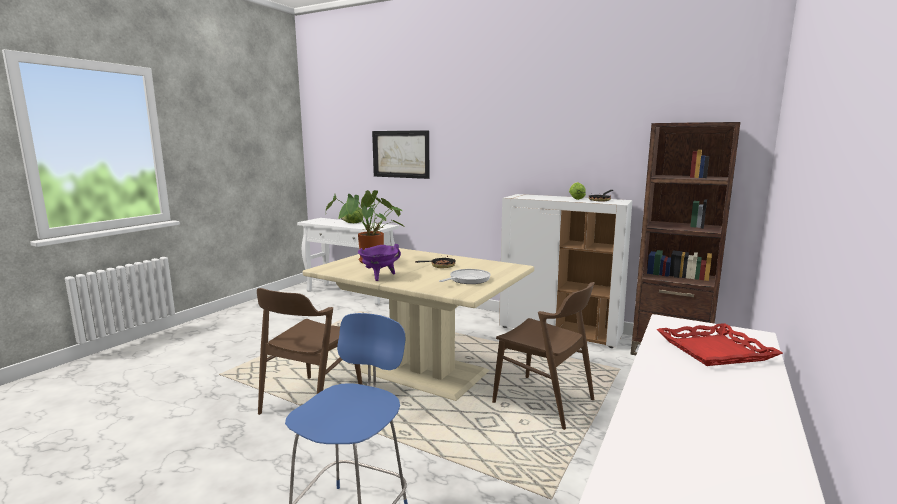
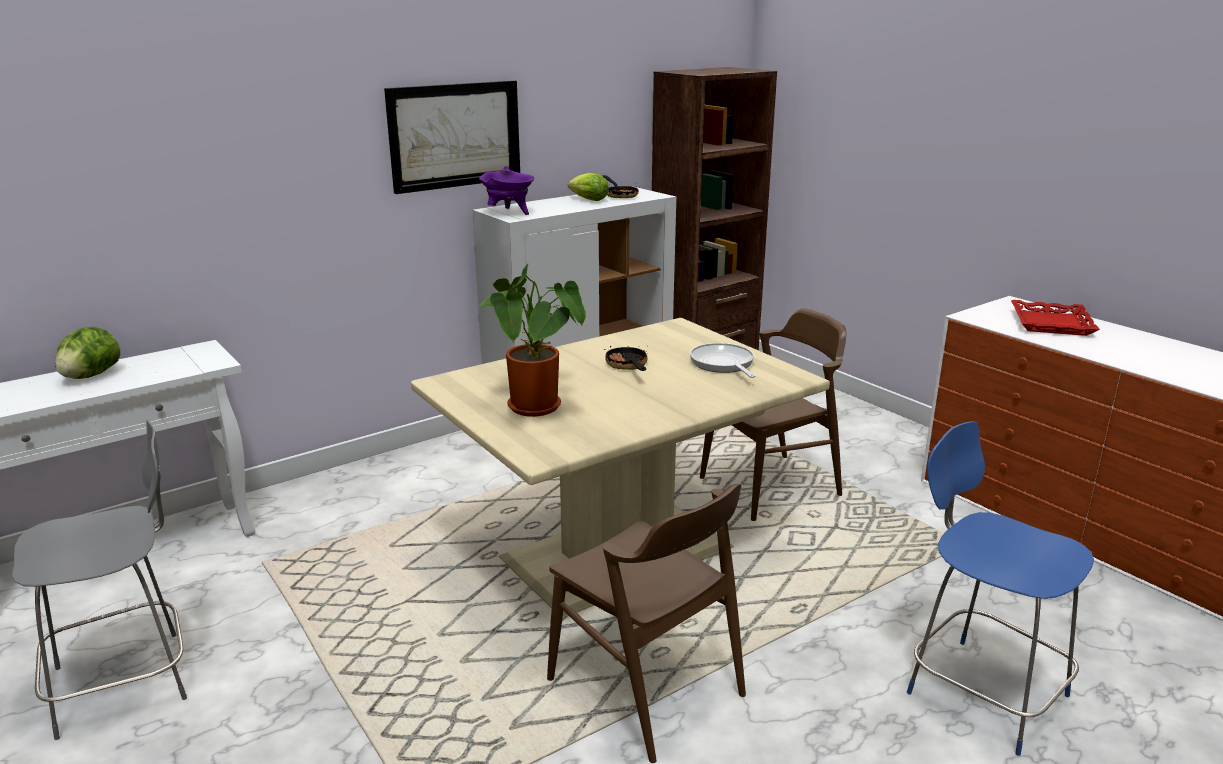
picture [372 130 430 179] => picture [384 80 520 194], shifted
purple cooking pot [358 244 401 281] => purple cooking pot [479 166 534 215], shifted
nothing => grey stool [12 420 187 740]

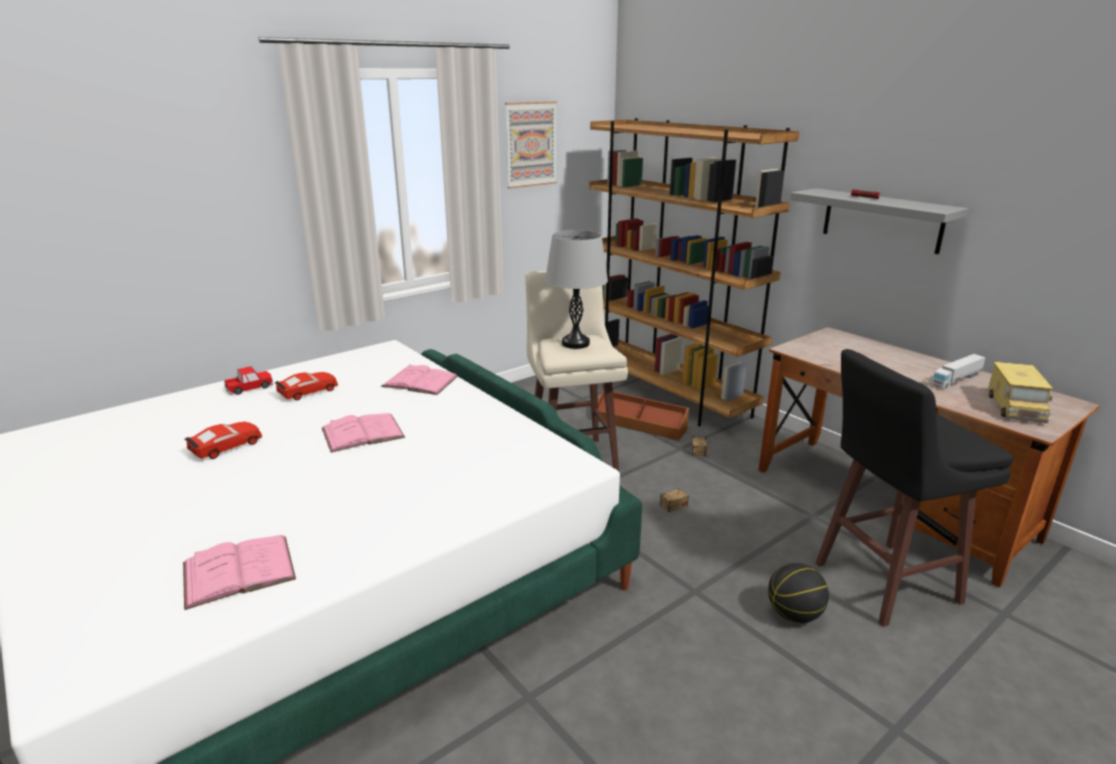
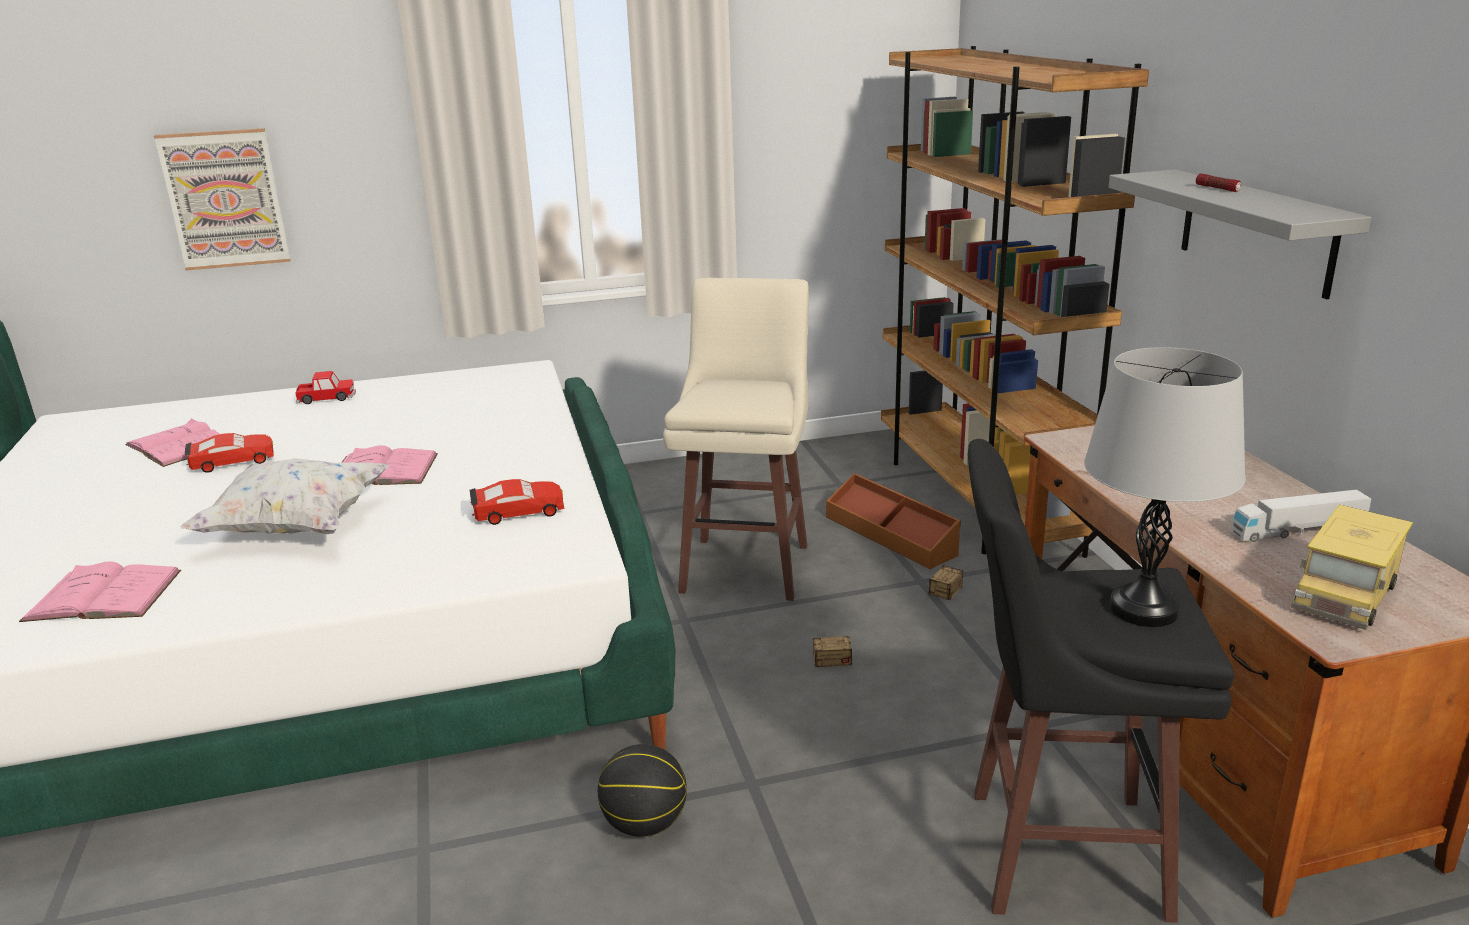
picture [505 101 557 189] => picture [154 128 290 271], shifted
grey table lamp [545 230 608 349] => grey table lamp [1084 347 1246 627], shifted
pink book [381 364 458 395] => pink book [125 418 219 467], shifted
red toy car [274 372 338 400] => red toy car [469 479 565 525], shifted
basketball [768 563 829 623] => basketball [598 744 687 837], shifted
nothing => white pillow [181 458 390 534]

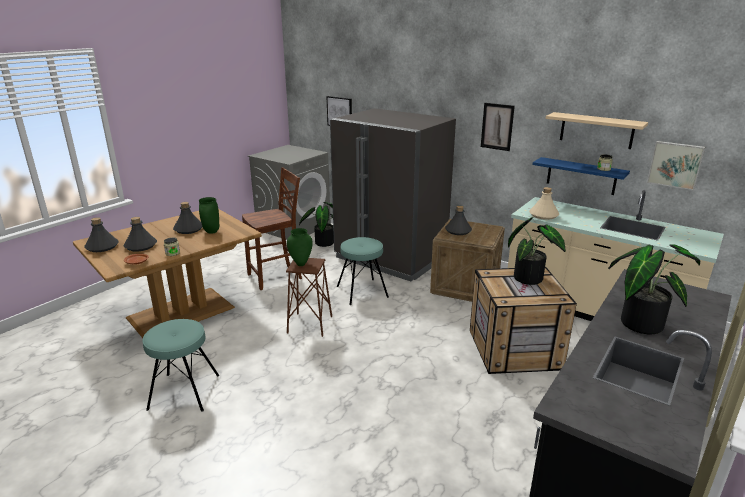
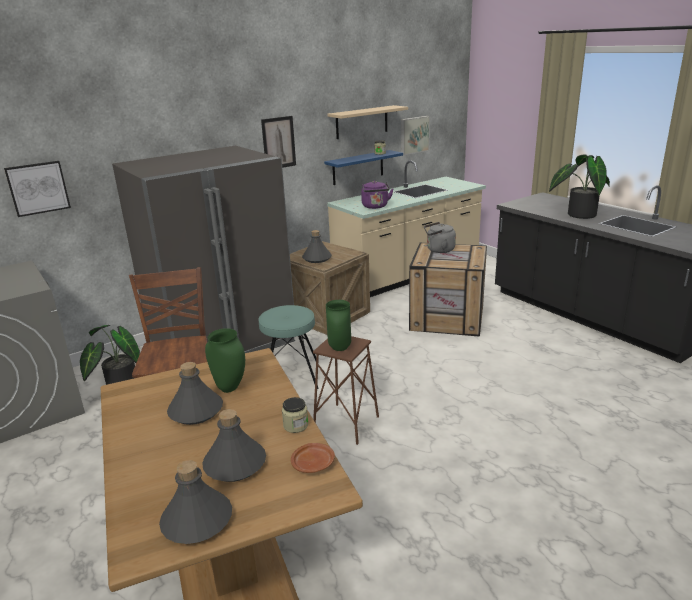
beige bottle [529 187 559 220] => purple kettle [361 181 393 209]
potted plant [508 217 566 285] => grey kettle [424 222 456 253]
turquoise stool [143 319 219 412] => nothing

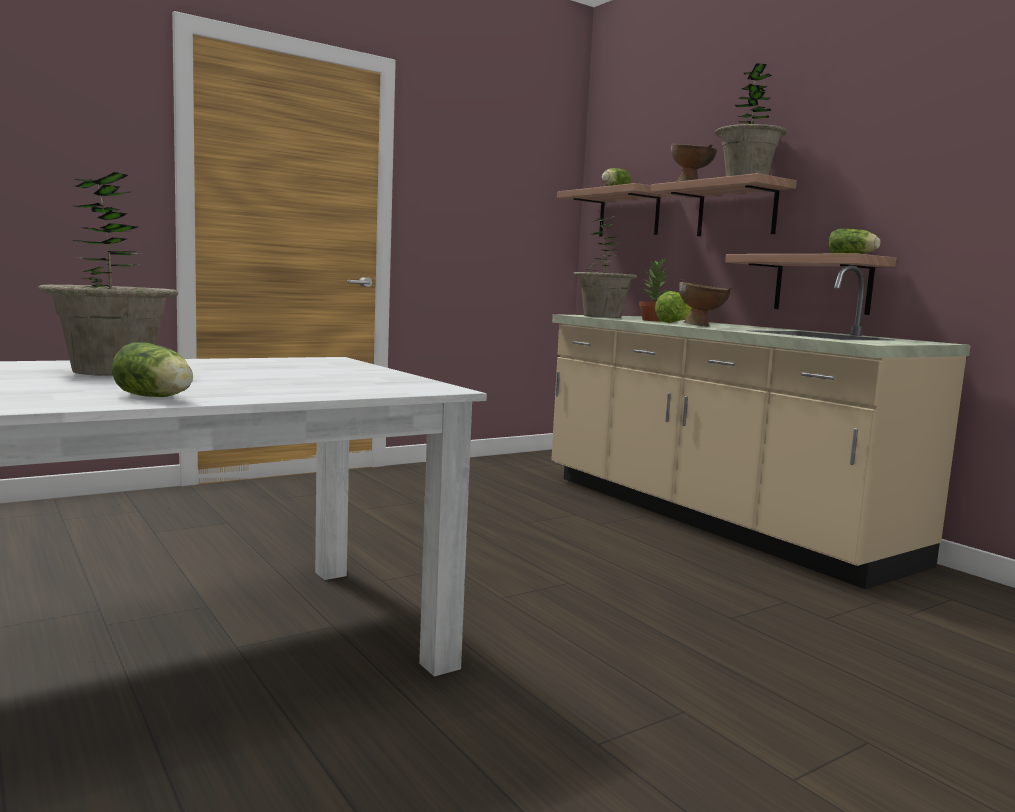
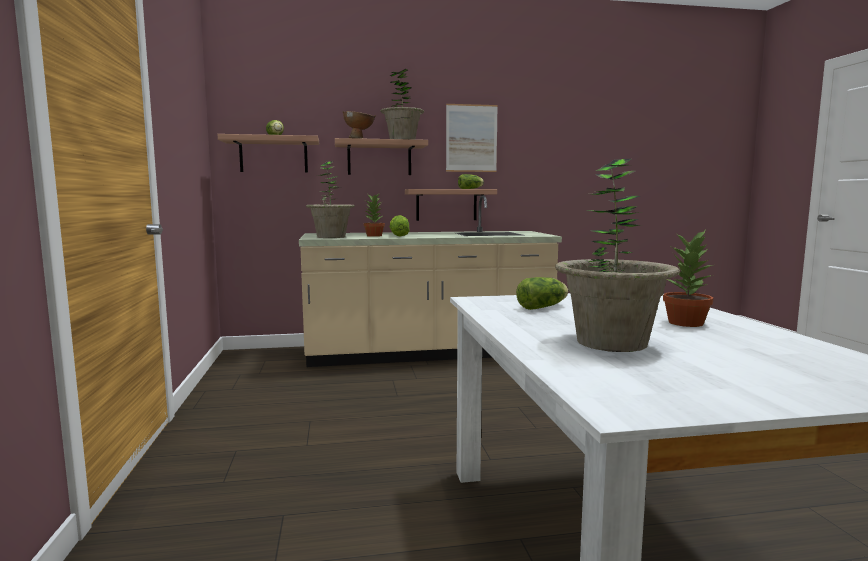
brown bowl [679 279 732 327] => nothing
lettuce [112 342 193 397] => lettuce [516 277 568 310], shifted
nothing => picture [446 104 498 172]
nothing => potted plant [663 230 713 327]

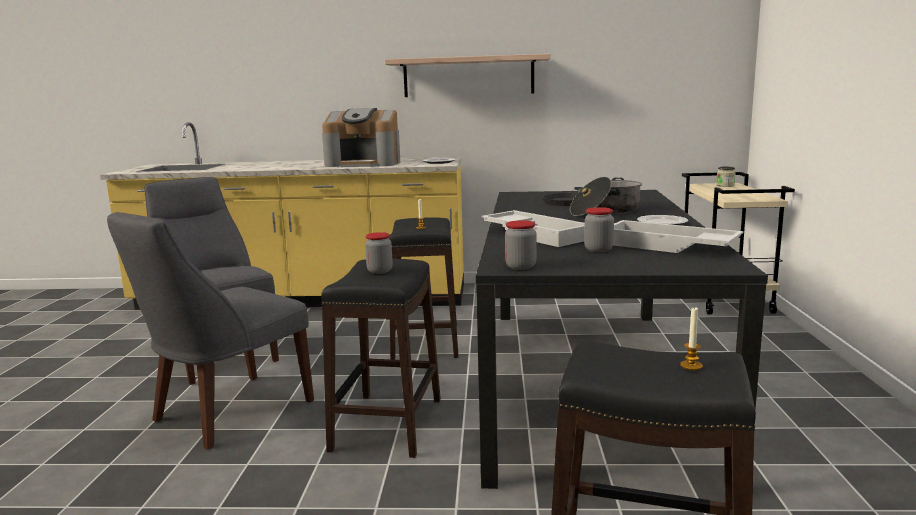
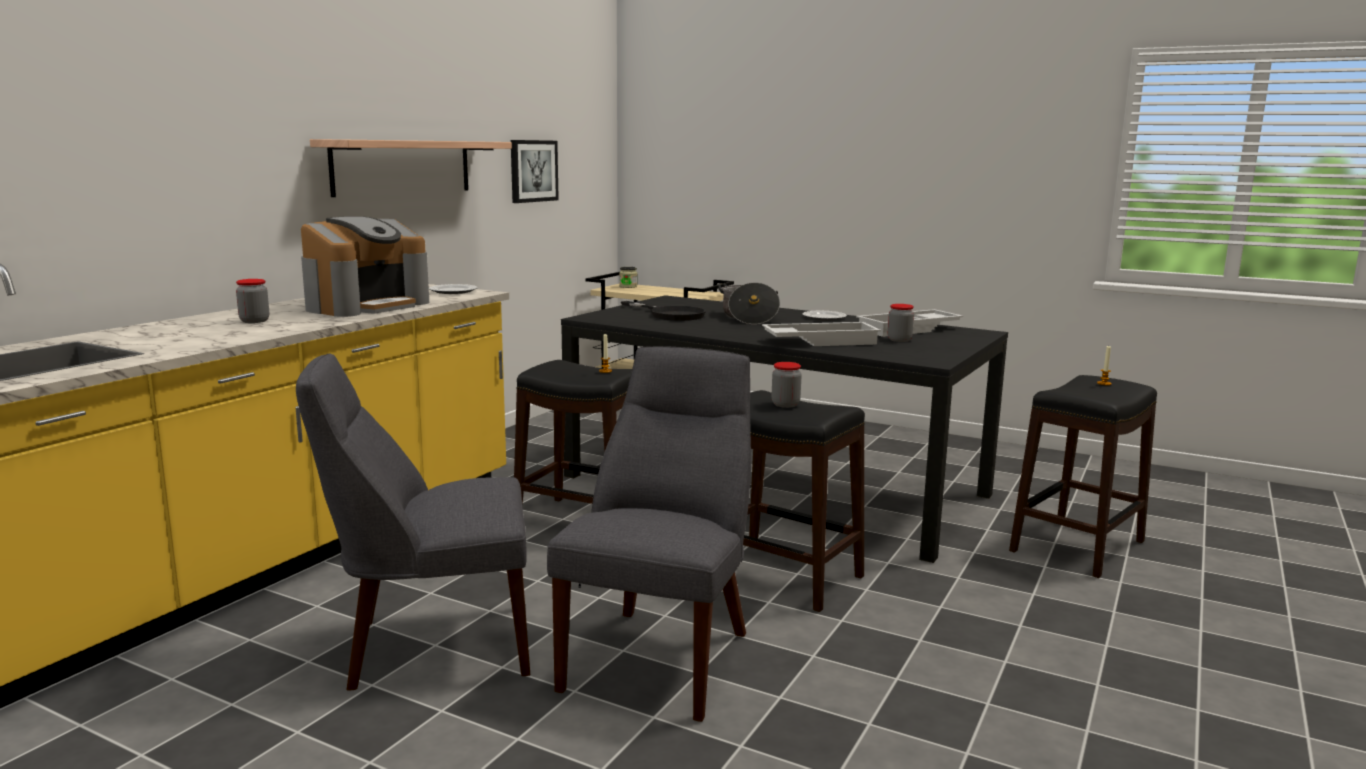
grey chair [107 212 314 450] => grey chair [547 346 751 722], 135 degrees counterclockwise
jar [505 220 537 270] => jar [236 279 269 323], shifted
nothing => picture [511 140 559 203]

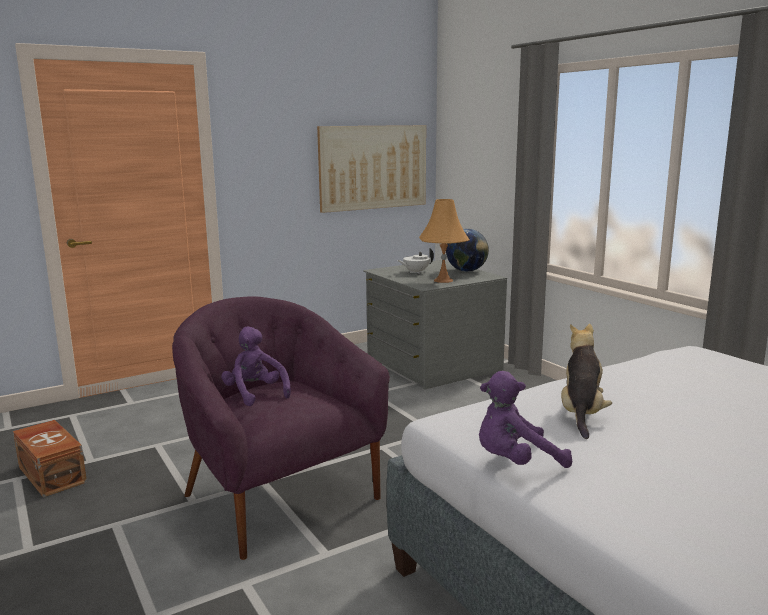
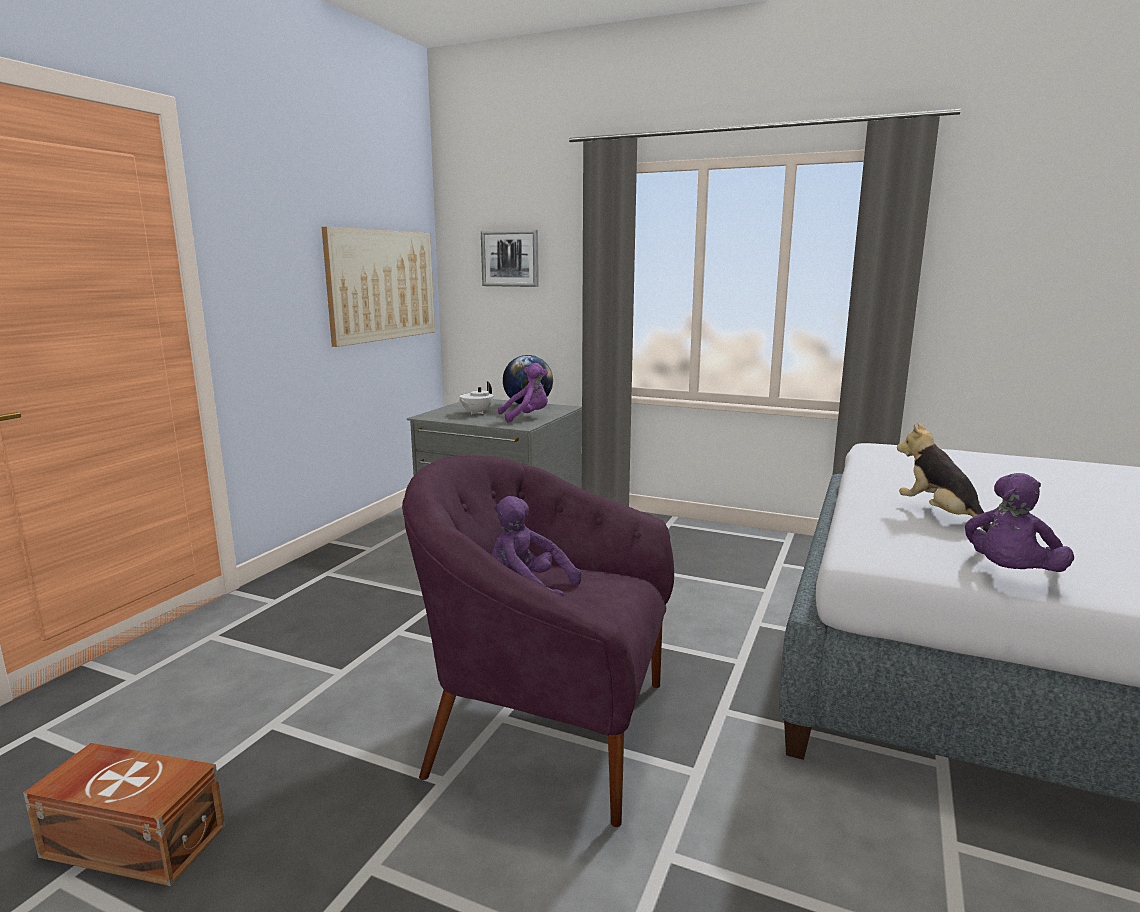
orange table lamp [419 199 469 283] => purple plush toy [498 363 548 423]
nothing => picture [481 230 539 287]

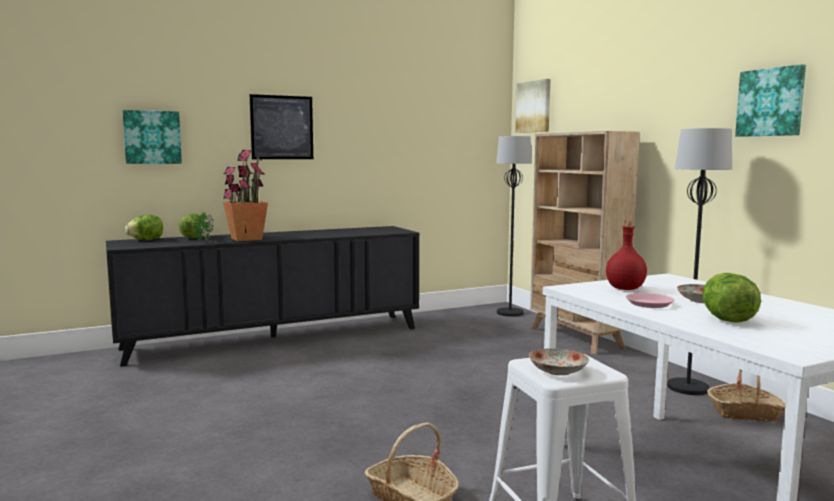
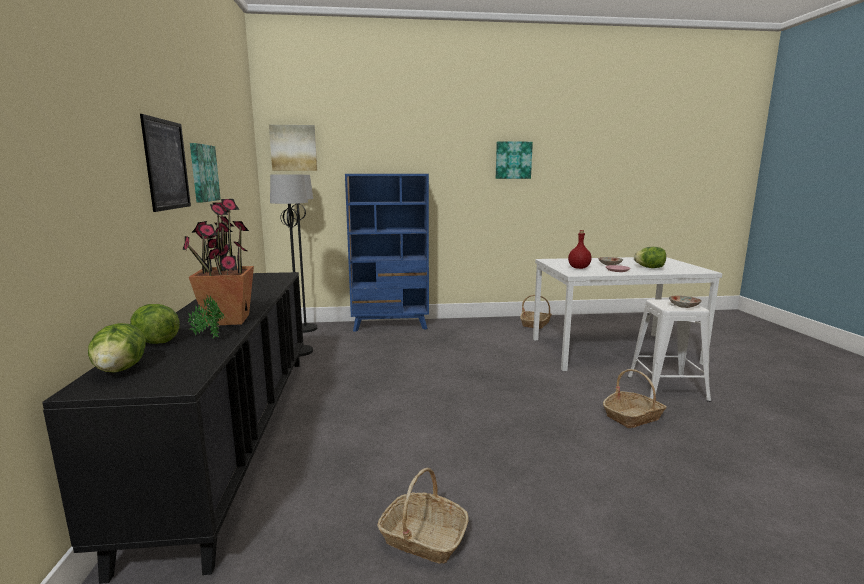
picture [123 110 182 164] => picture [190 143 221 203], shifted
black floor lamp [667 128 732 395] => black floor lamp [270 174 313 357], shifted
beige bookcase [530 131 640 354] => blue bookcase [345 174 429 332]
nothing => basket [377 468 469 564]

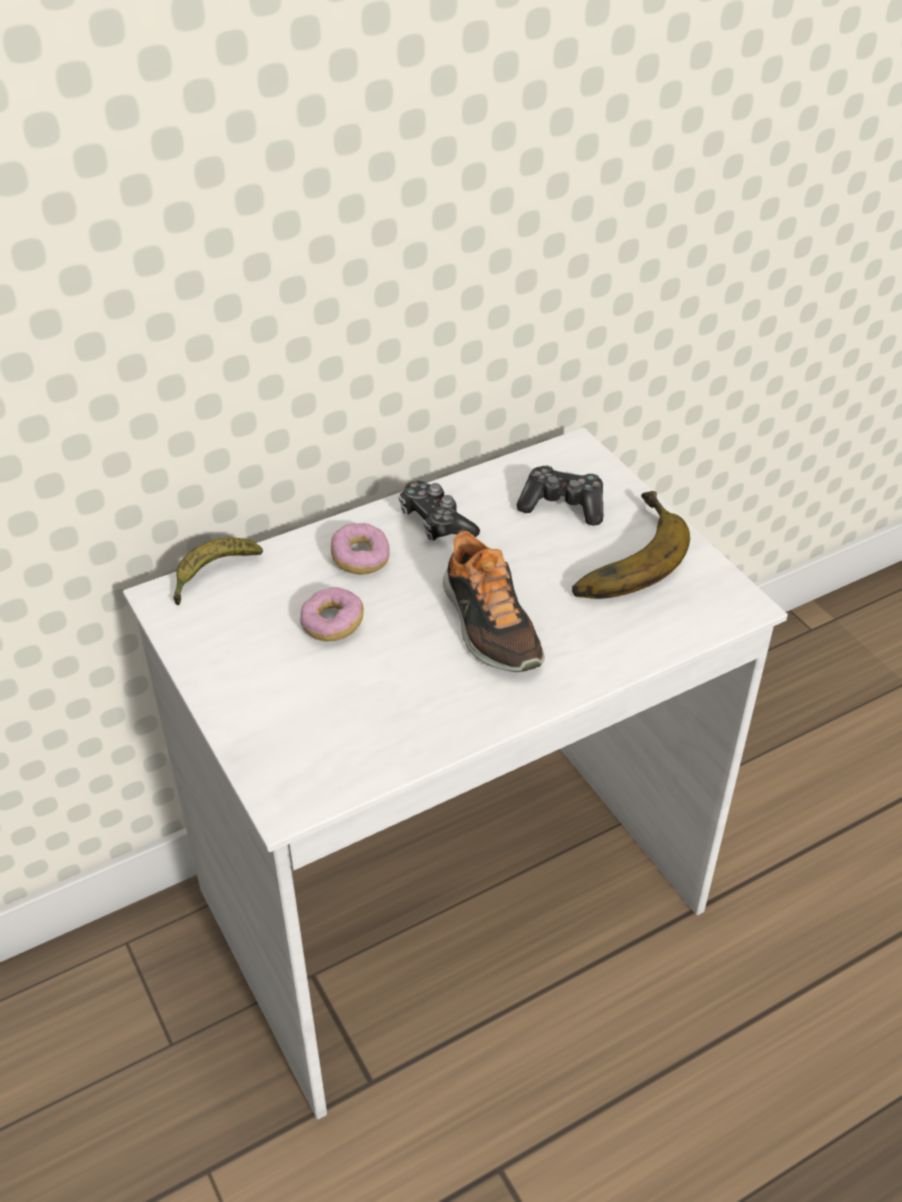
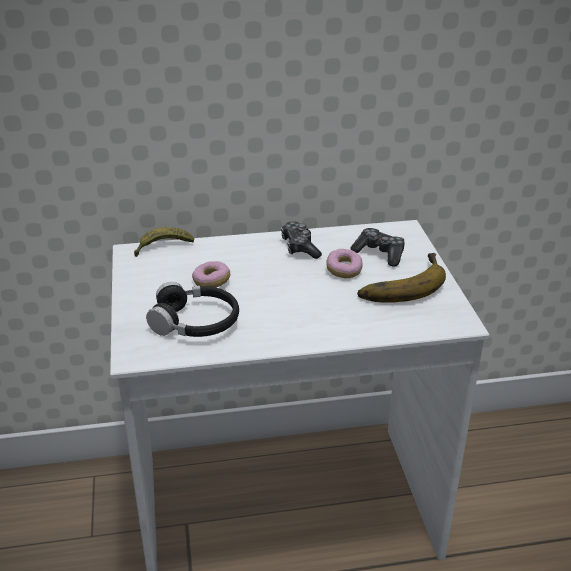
donut [331 523 390 575] => donut [326 249 362 278], shifted
shoe [443 528 545 672] => nothing
nothing => black headphones [146 282 239 337]

